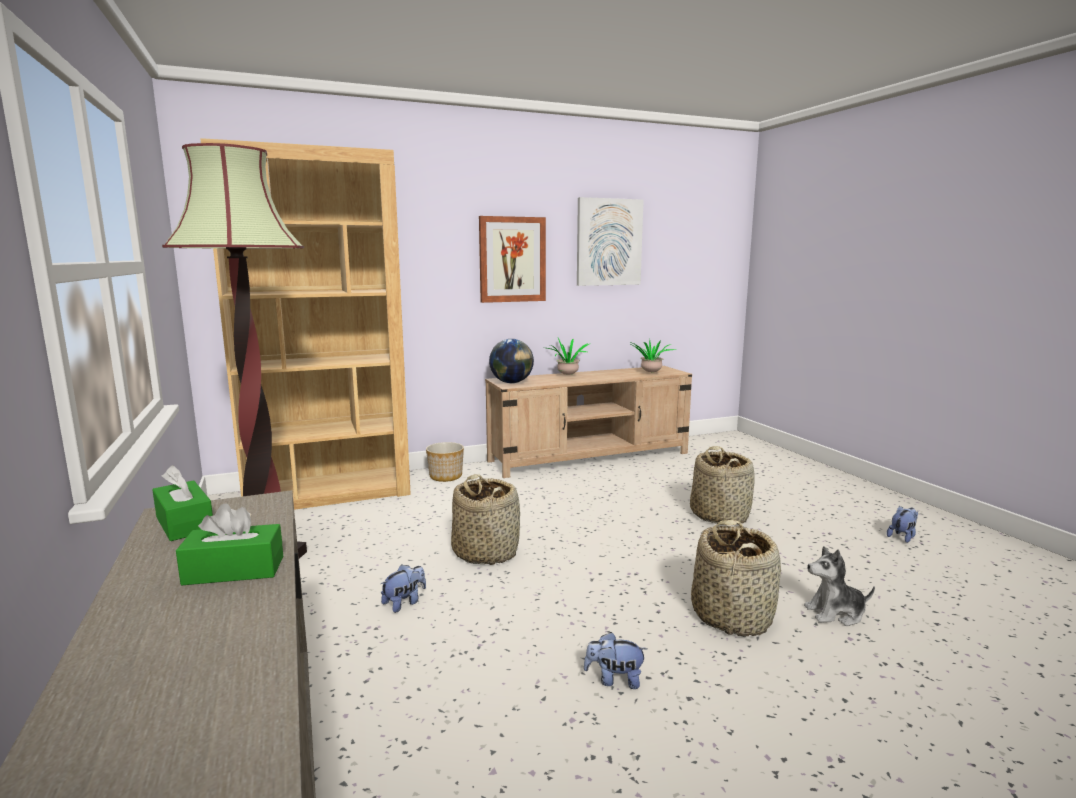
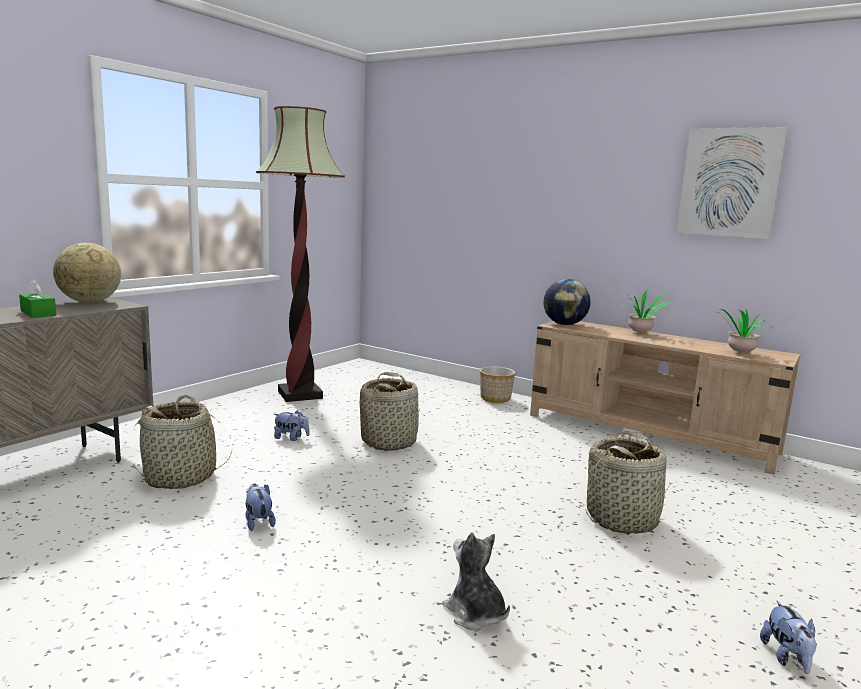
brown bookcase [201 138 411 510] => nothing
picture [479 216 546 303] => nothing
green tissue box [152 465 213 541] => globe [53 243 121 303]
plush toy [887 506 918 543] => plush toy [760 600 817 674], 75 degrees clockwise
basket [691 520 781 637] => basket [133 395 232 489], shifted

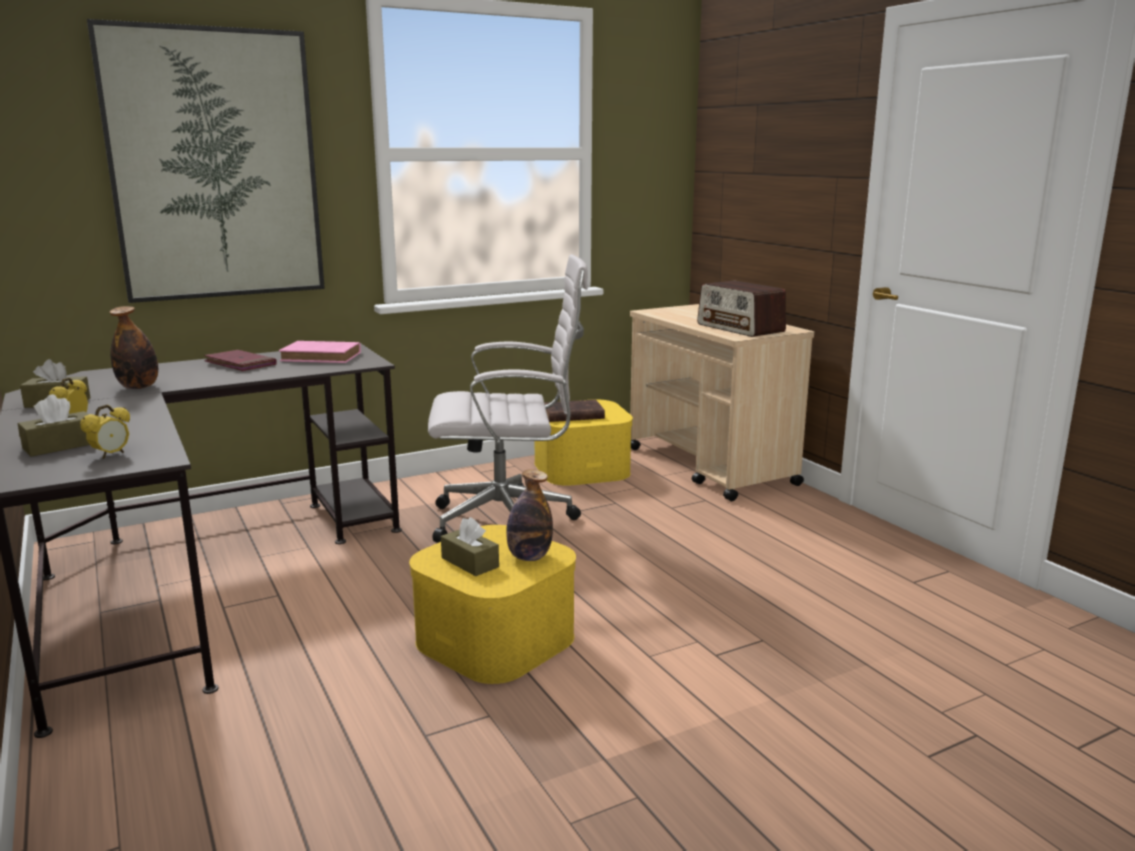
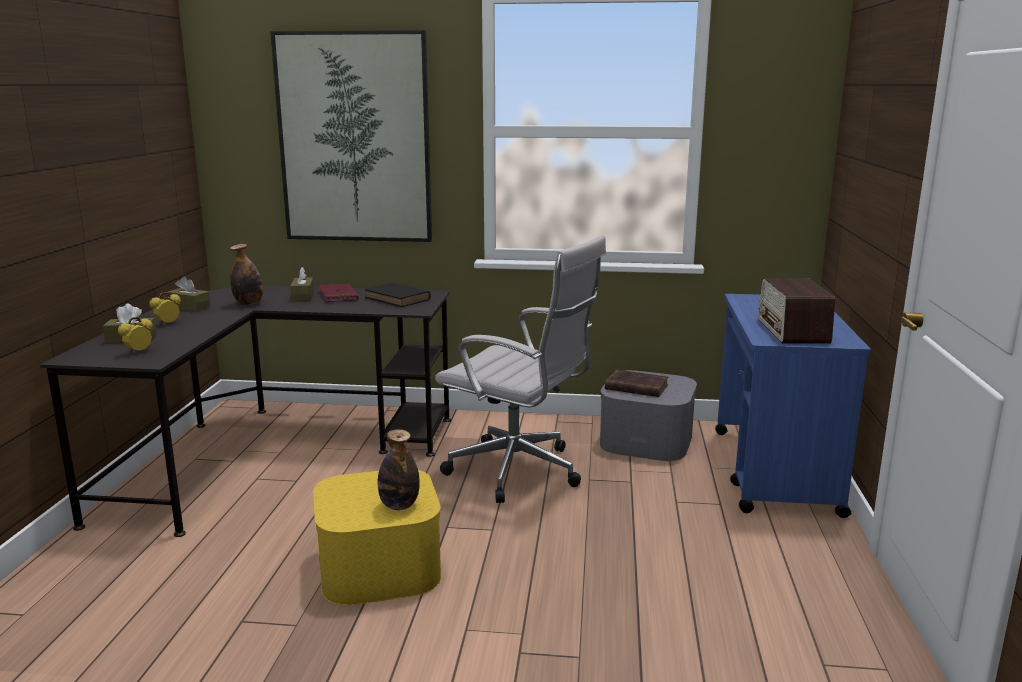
beige cart [630 304 814 501] => blue cart [715 294 871 518]
pink book [279 341 361 363] => black book [365 283 431 307]
yellow storage box [535 399 633 486] => grey storage box [600 370 697 461]
alarm clock [80 405 130 459] => alarm clock [118 317 153 353], 150 degrees clockwise
brown tissue box [441 517 499 576] => brown tissue box [290 267 314 301], shifted

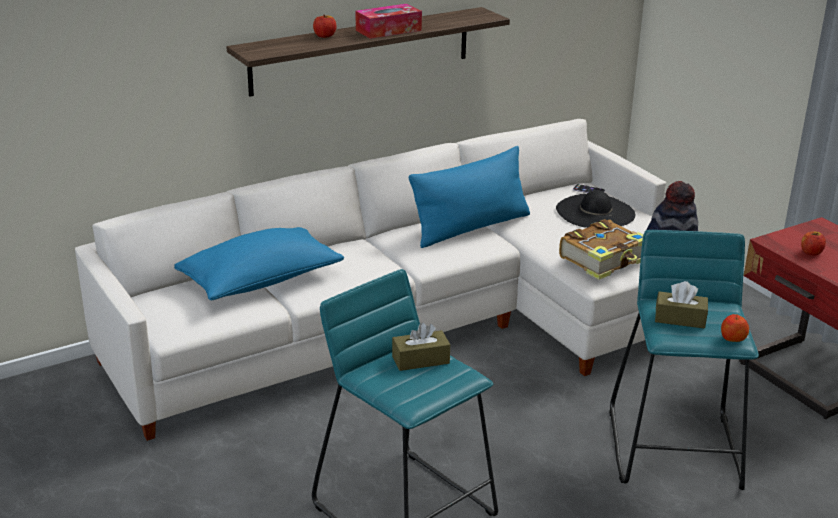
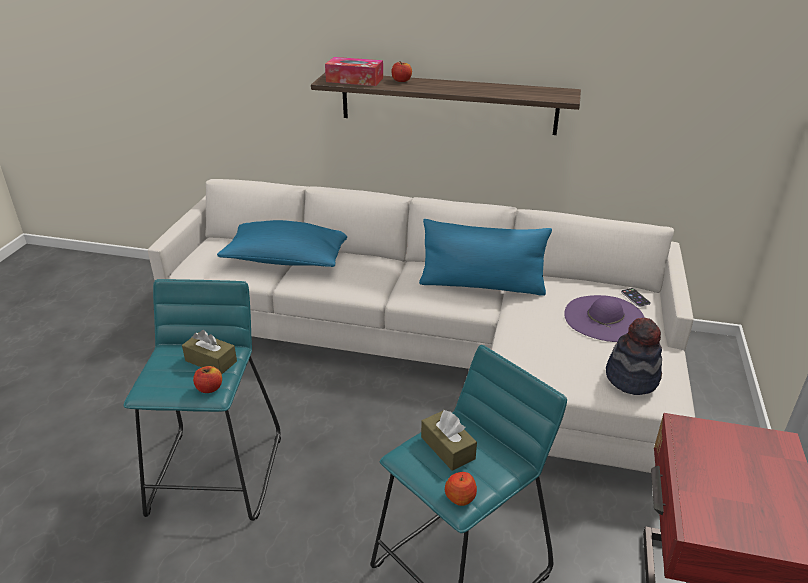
tissue box [356 4 422 39] => tissue box [325 57 383 86], shifted
black hat [556 190 635 228] => purple hat [564 295 645 342]
book [559 219 644 280] => nothing
apple [801 232 826 256] => apple [193 366 222 393], shifted

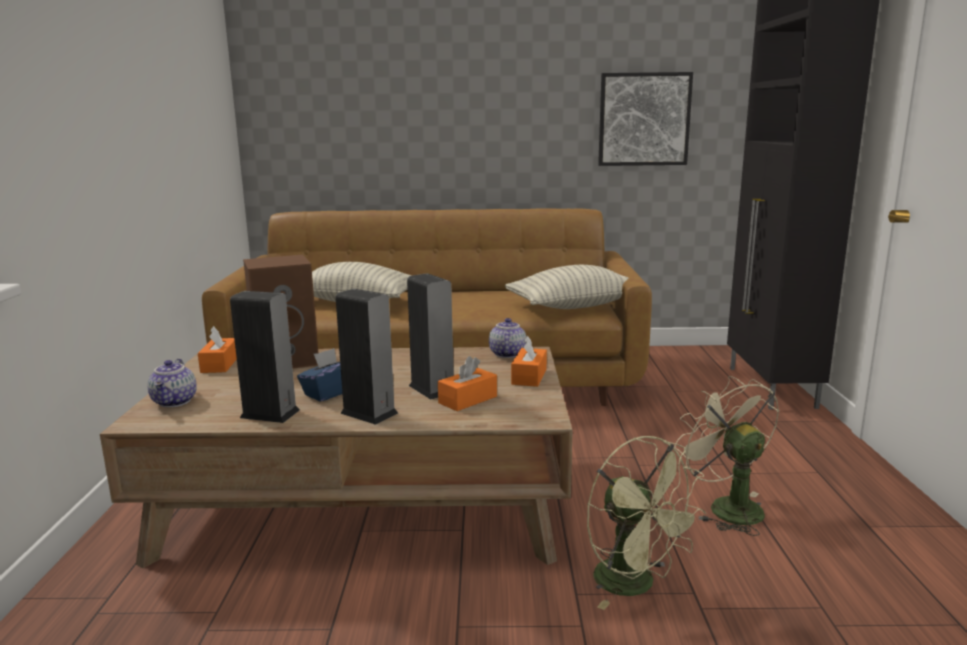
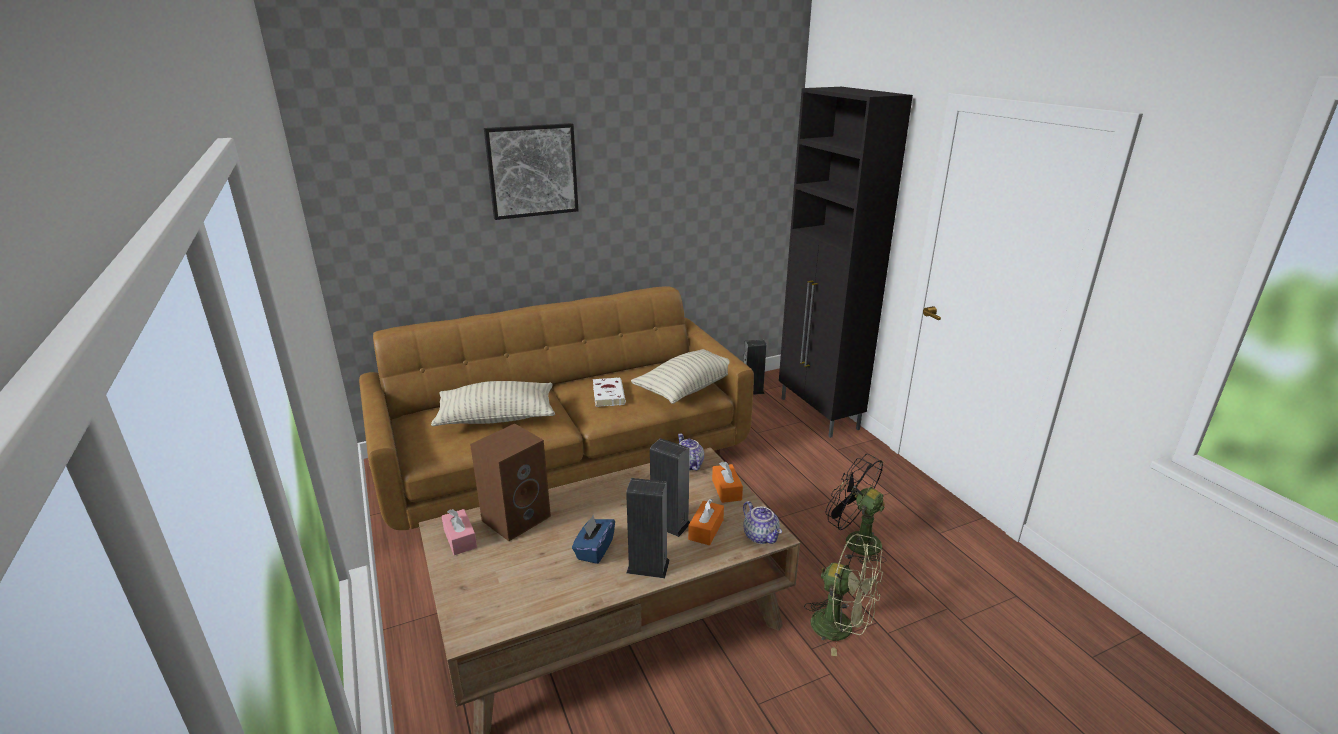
picture [598 72 693 166] => picture [484 123 578 220], shifted
speaker [230 291 300 423] => speaker [743 340 767 395], shifted
orange tissue box [198 326 237 373] => pink tissue box [442 509 477 555]
teapot [147 359 197 407] => teapot [743 501 782 544], shifted
beige fan [674 376 779 536] => black fan [825 454 887 564]
nothing => white book [593 378 626 407]

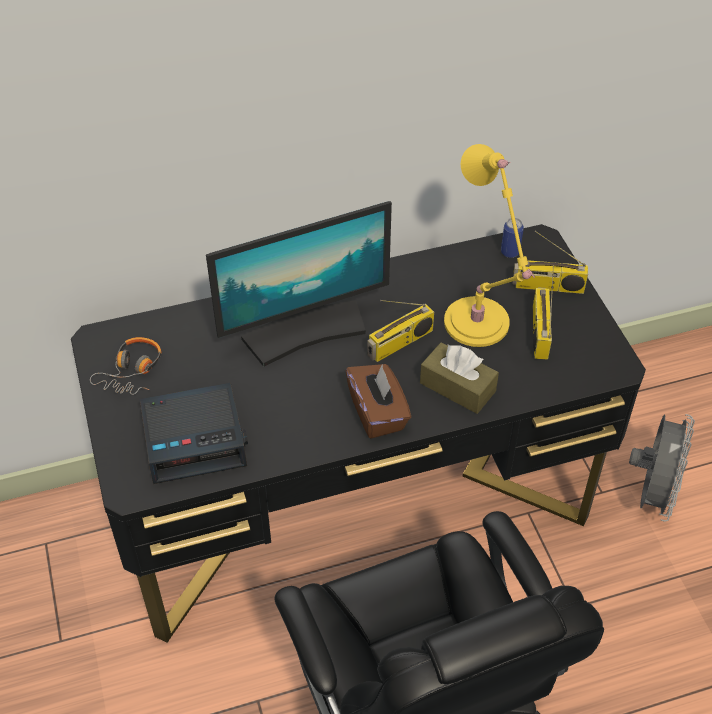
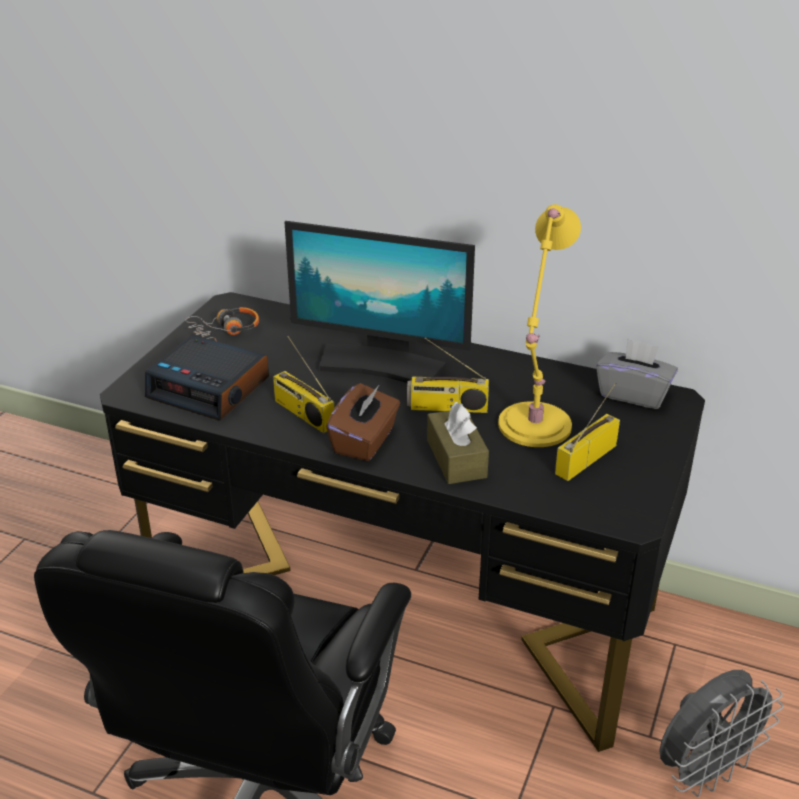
can [501 218 524 258] => grey tissue box [596 339 678 409]
radio [512 231 588 294] => radio [273 336 334 433], shifted

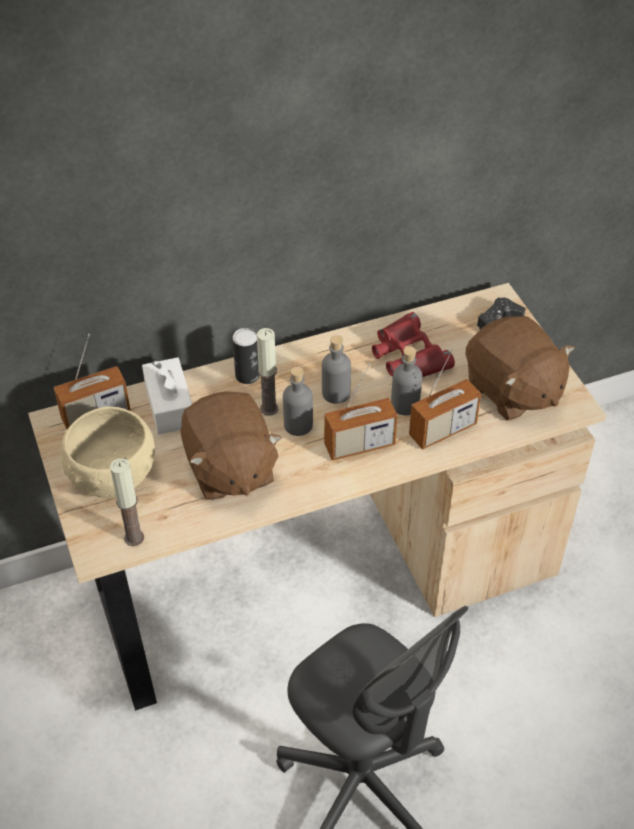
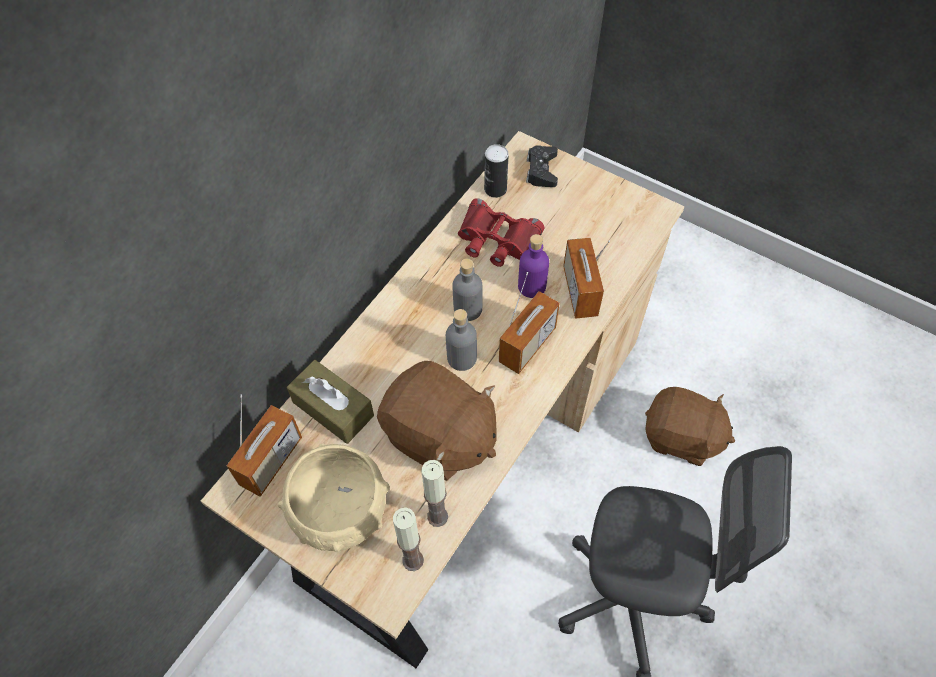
brown plush toy [465 316 575 421] => brown plush toy [645 387 735 466], shifted
can [232 328 260 384] => can [484 144 509 198], shifted
candle [257 328 278 416] => candle [422 460 448 527], shifted
grey bottle [391 346 422 415] => purple bottle [518 234 549 298]
radio [409 348 481 450] => radio [563 238 610 319], 150 degrees clockwise
white tissue box [142 357 192 435] => brown tissue box [287 360 374 444]

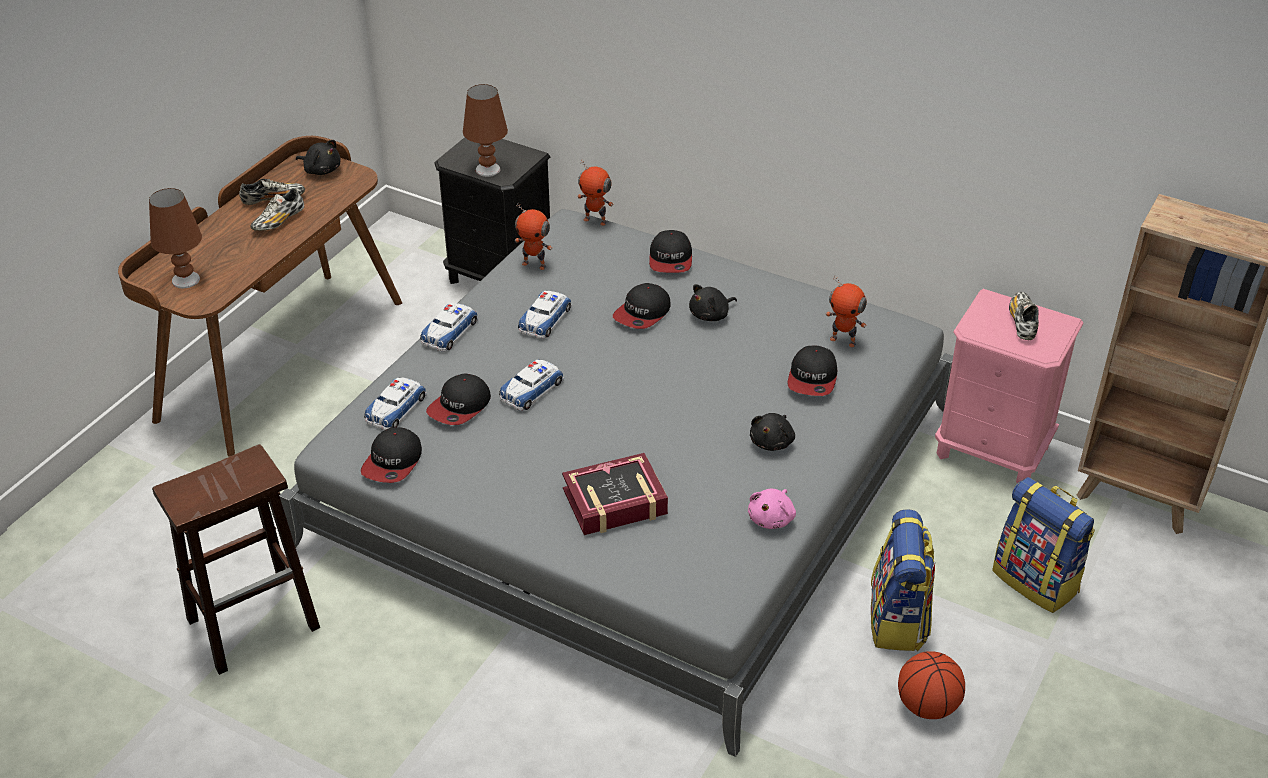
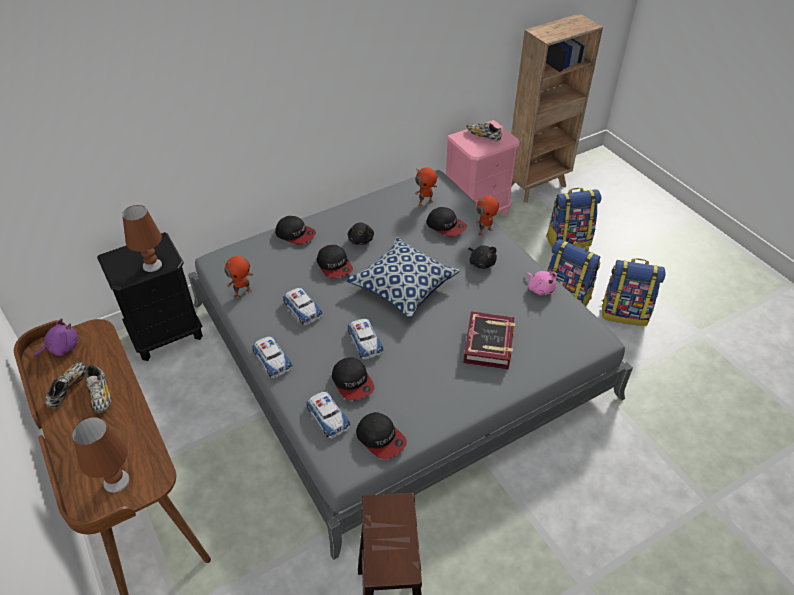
black plush toy [296 140 340 175] => purple plush toy [34 319 78 357]
toy robot [577 160 613 226] => toy robot [476 196 499 236], shifted
basketball [898 651 965 719] => backpack [602 258 665 326]
nothing => pillow [345 237 460 318]

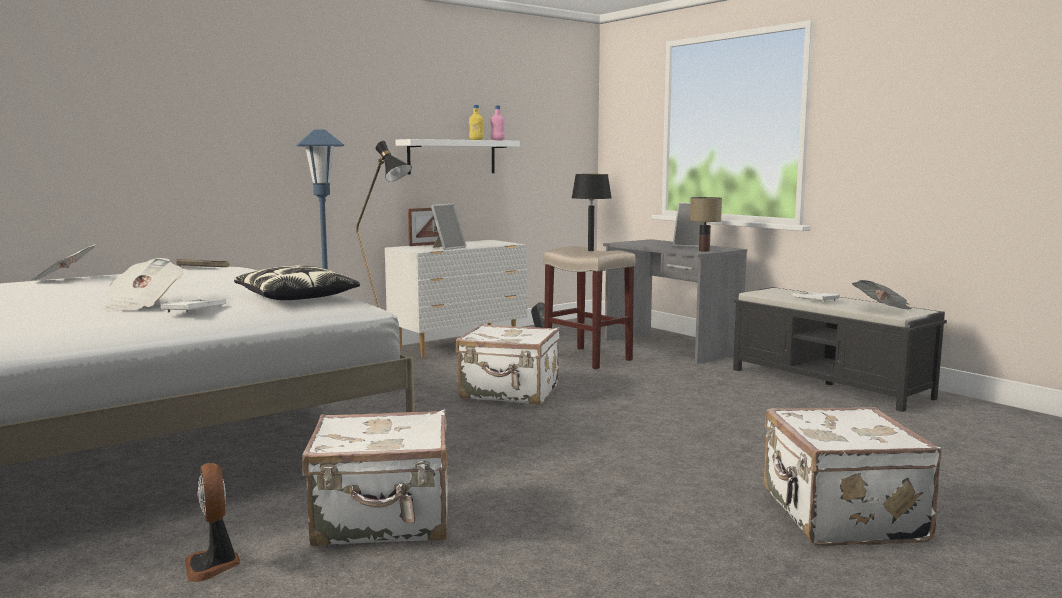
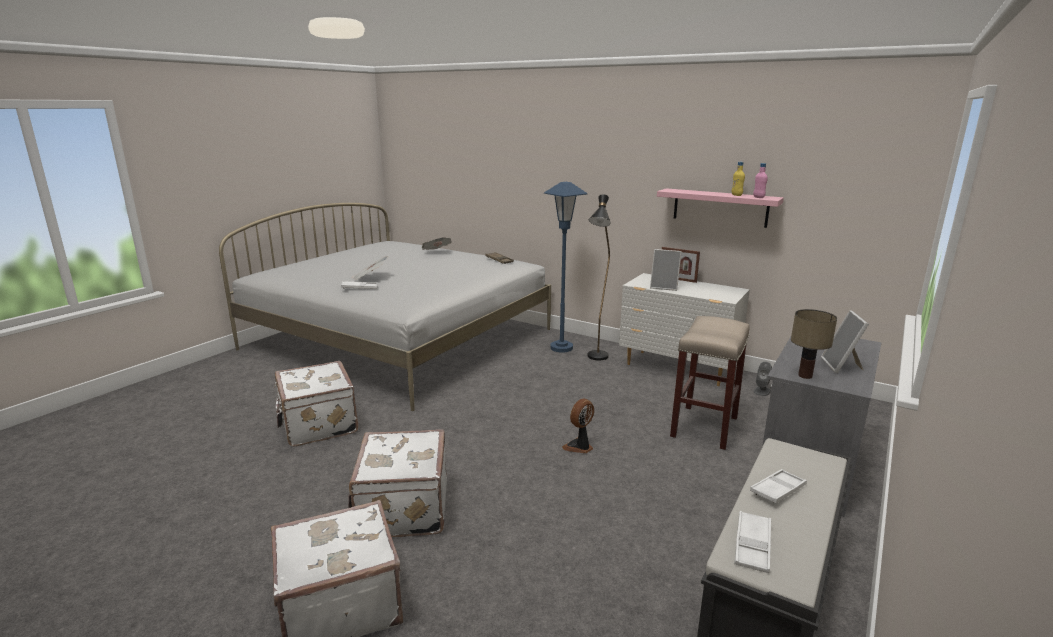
white shelf [396 139 520 174] => pink shelf [657 188 784 228]
black table lamp [571 174 611 251] => nothing
pillow [234 265 360 300] => nothing
newspaper [852 280 911 309] => white tray [734 511 771 573]
white suitcase [456 324 560 405] => white suitcase [348 429 447 537], shifted
fan [185 463 240 582] => fan [562 399 594 453], shifted

